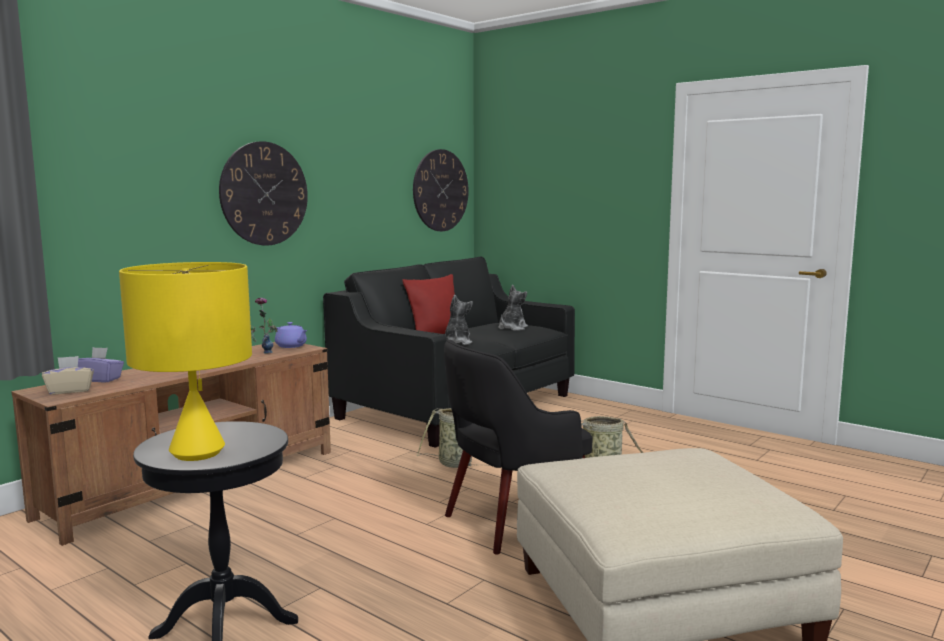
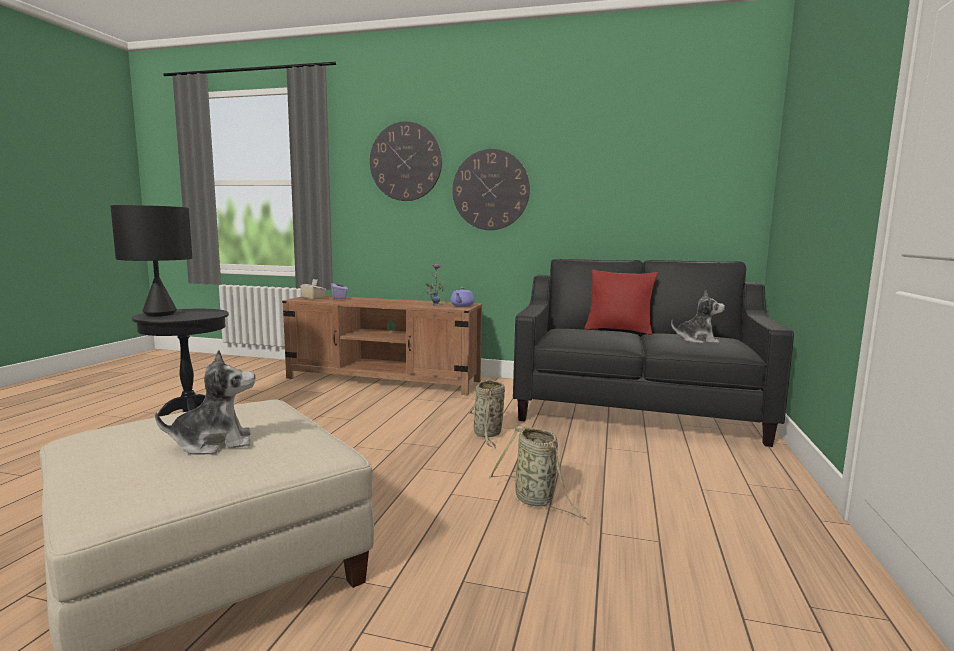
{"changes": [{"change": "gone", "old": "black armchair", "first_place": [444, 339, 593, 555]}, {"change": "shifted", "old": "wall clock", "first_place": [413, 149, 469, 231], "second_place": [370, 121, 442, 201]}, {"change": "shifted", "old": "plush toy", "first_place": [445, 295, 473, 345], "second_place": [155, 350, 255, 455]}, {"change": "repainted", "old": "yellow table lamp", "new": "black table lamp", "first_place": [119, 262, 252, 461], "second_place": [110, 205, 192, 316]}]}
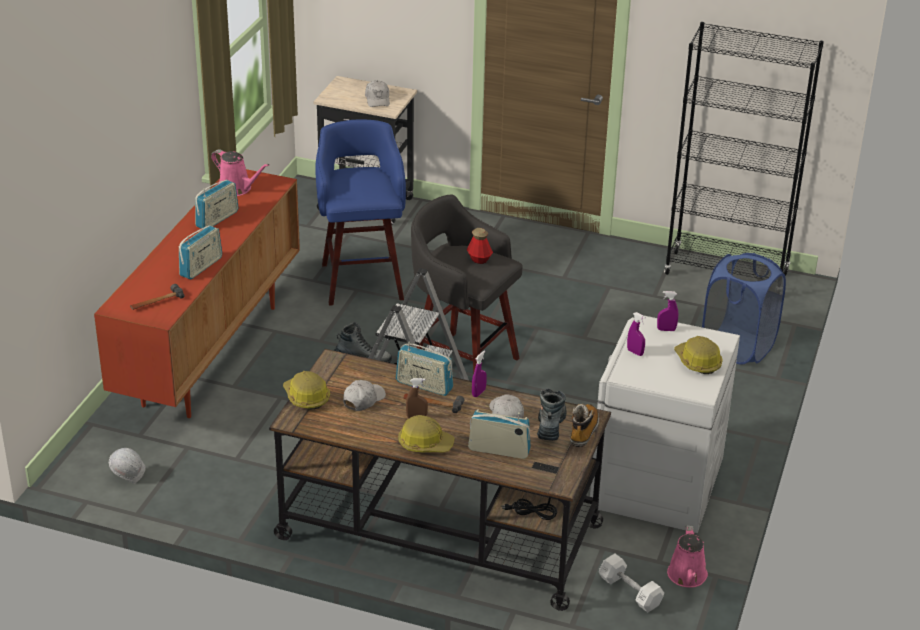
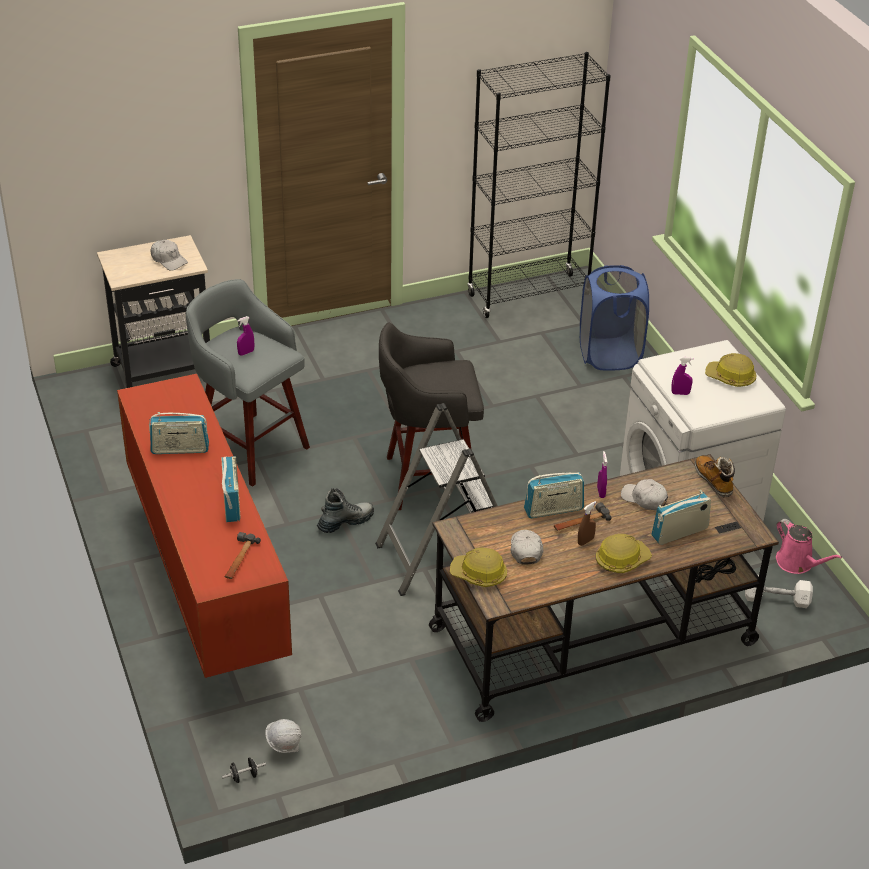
{"changes": [{"change": "gone", "old": "pink watering can", "first_place": [211, 149, 270, 196]}, {"change": "gone", "old": "bottle", "first_place": [467, 228, 493, 264]}, {"change": "gone", "old": "boot", "first_place": [537, 388, 567, 441]}, {"change": "new", "new": "black dumbbell", "second_place": [222, 757, 266, 783]}, {"change": "shifted", "old": "purple spray bottle", "first_place": [657, 291, 678, 331], "second_place": [237, 316, 254, 356]}, {"change": "repainted", "old": "blue stool", "new": "grey stool", "first_place": [315, 119, 406, 306], "second_place": [186, 279, 310, 487]}, {"change": "rotated", "old": "radio", "first_place": [195, 180, 239, 229], "second_place": [149, 412, 209, 454], "degrees": 90}]}
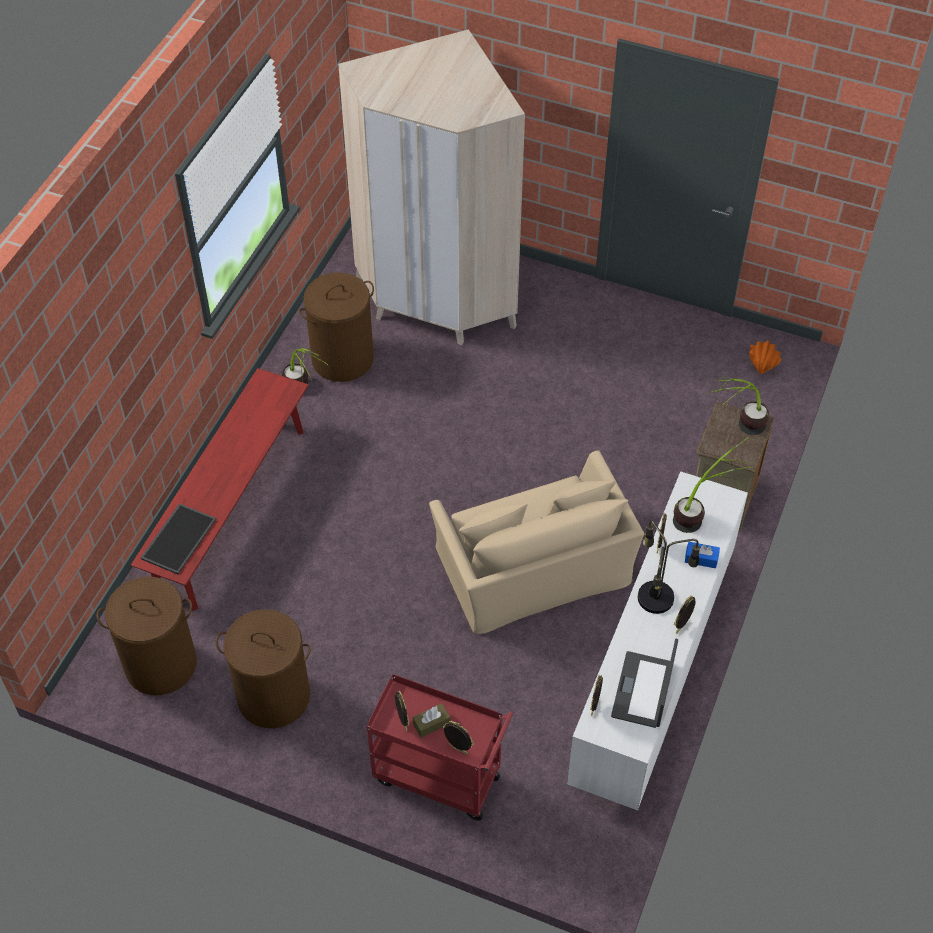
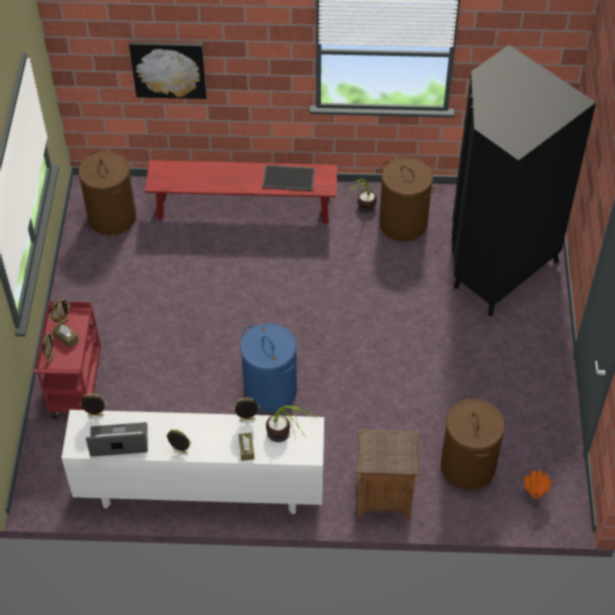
{"changes": [{"change": "gone", "old": "table lamp", "first_place": [638, 520, 700, 614]}, {"change": "gone", "old": "potted plant", "first_place": [707, 377, 769, 435]}, {"change": "new", "new": "picture", "second_place": [129, 42, 207, 99]}, {"change": "shifted", "old": "tray", "first_place": [141, 503, 216, 574], "second_place": [262, 165, 315, 191]}, {"change": "shifted", "old": "brown laundry basket", "first_place": [216, 609, 310, 728], "second_place": [441, 395, 505, 490]}, {"change": "swapped", "old": "beige armchair", "new": "blue laundry basket", "first_place": [429, 450, 644, 634], "second_place": [240, 323, 297, 412]}, {"change": "repainted", "old": "beige wardrobe", "new": "black wardrobe", "first_place": [338, 29, 525, 345], "second_place": [451, 45, 596, 316]}, {"change": "repainted", "old": "blue tissue box", "new": "brown tissue box", "first_place": [685, 542, 720, 568], "second_place": [239, 433, 254, 461]}]}
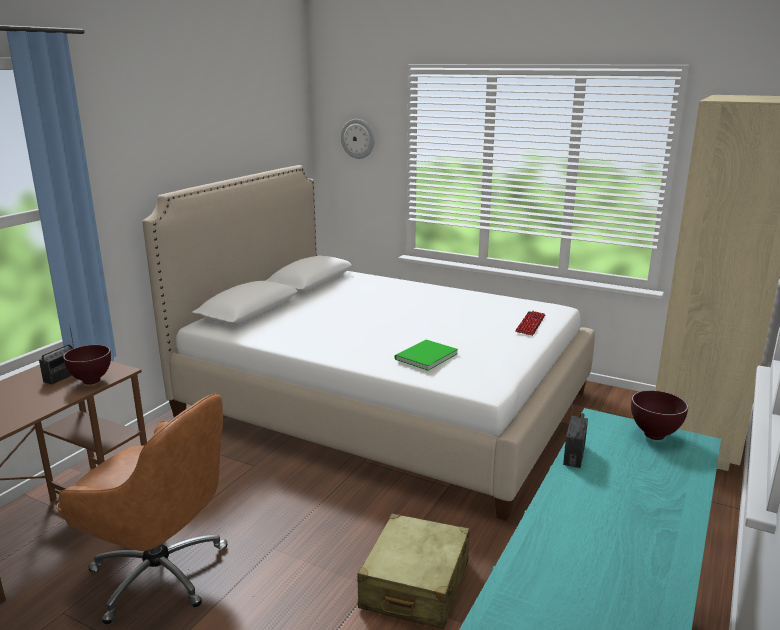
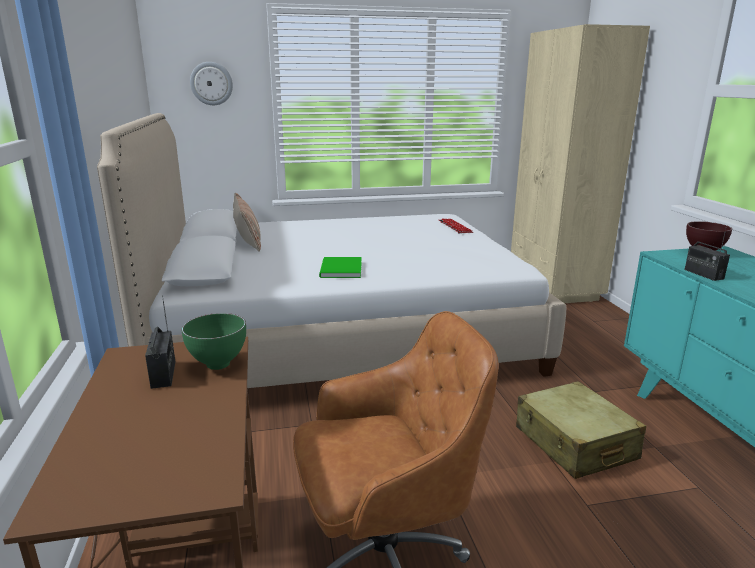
{"changes": [{"change": "new", "new": "pillow", "second_place": [233, 193, 261, 252]}, {"change": "shifted", "old": "green book", "first_place": [395, 339, 458, 371], "second_place": [319, 257, 362, 278]}, {"change": "repainted", "old": "brown bowl", "new": "green bowl", "first_place": [63, 345, 111, 385], "second_place": [182, 313, 246, 370]}]}
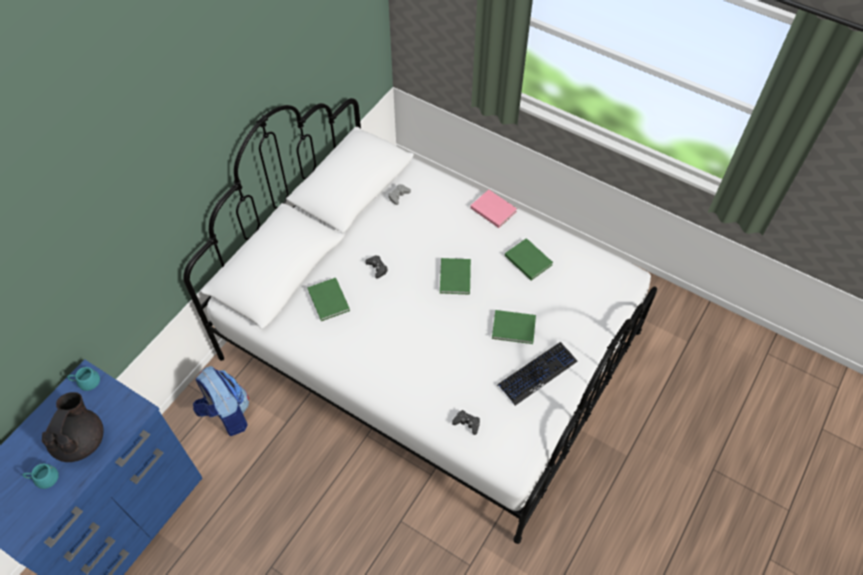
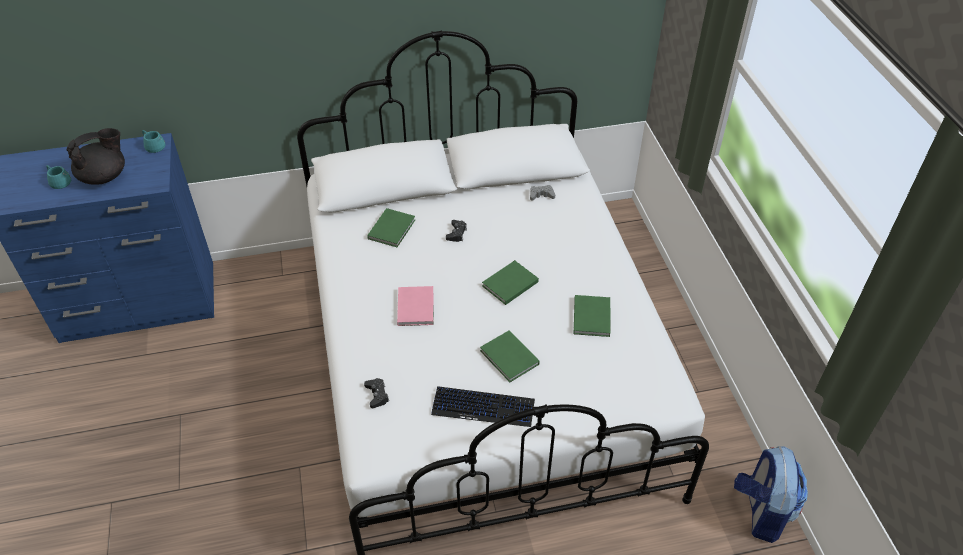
{"changes": [{"change": "shifted", "old": "backpack", "first_place": [193, 366, 249, 436], "second_place": [734, 446, 808, 543]}, {"change": "shifted", "old": "pink book", "first_place": [470, 190, 517, 228], "second_place": [397, 286, 434, 326]}]}
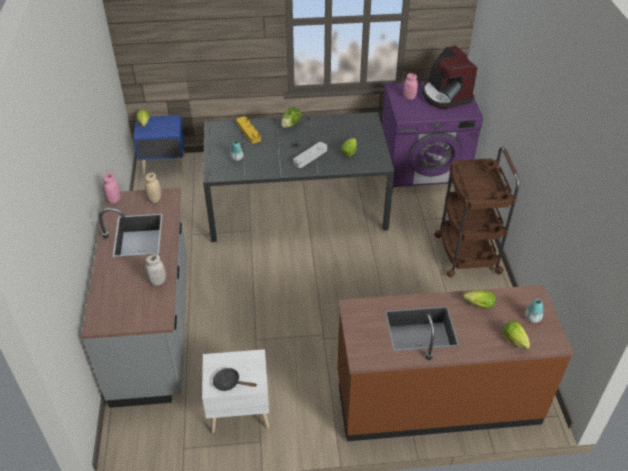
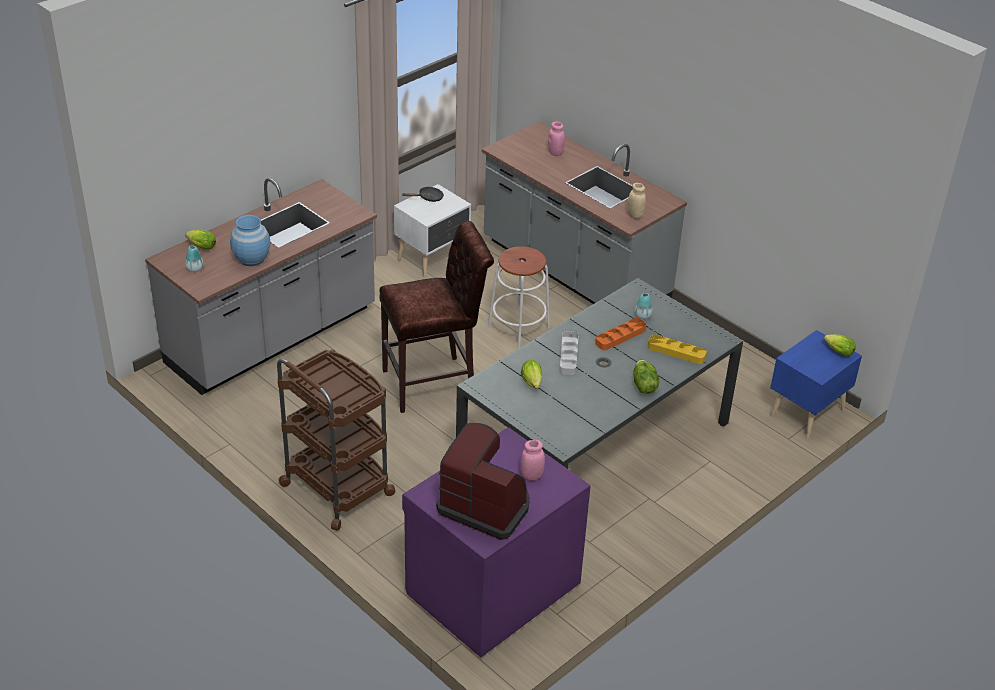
{"changes": [{"change": "gone", "old": "white jar", "first_place": [145, 254, 166, 286]}, {"change": "new", "new": "brown stool", "second_place": [379, 221, 494, 413]}, {"change": "new", "new": "white stool", "second_place": [488, 246, 550, 347]}, {"change": "new", "new": "orange tray", "second_place": [595, 318, 646, 350]}, {"change": "shifted", "old": "pink jar", "first_place": [103, 173, 120, 204], "second_place": [548, 122, 565, 156]}, {"change": "swapped", "old": "lettuce", "new": "blue vase", "first_place": [463, 290, 496, 309], "second_place": [230, 215, 270, 266]}, {"change": "repainted", "old": "brown counter", "new": "grey counter", "first_place": [337, 285, 574, 441], "second_place": [145, 178, 377, 395]}]}
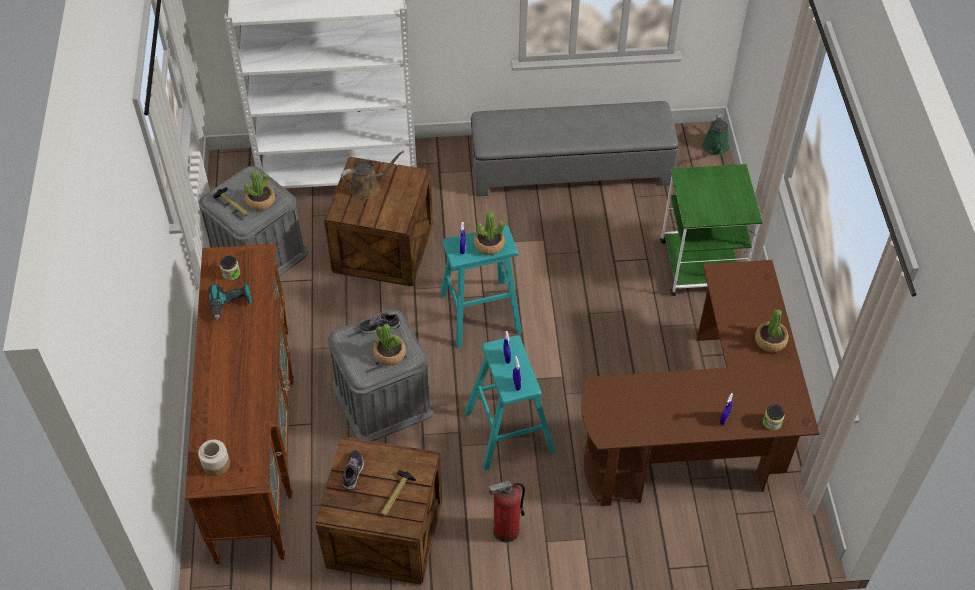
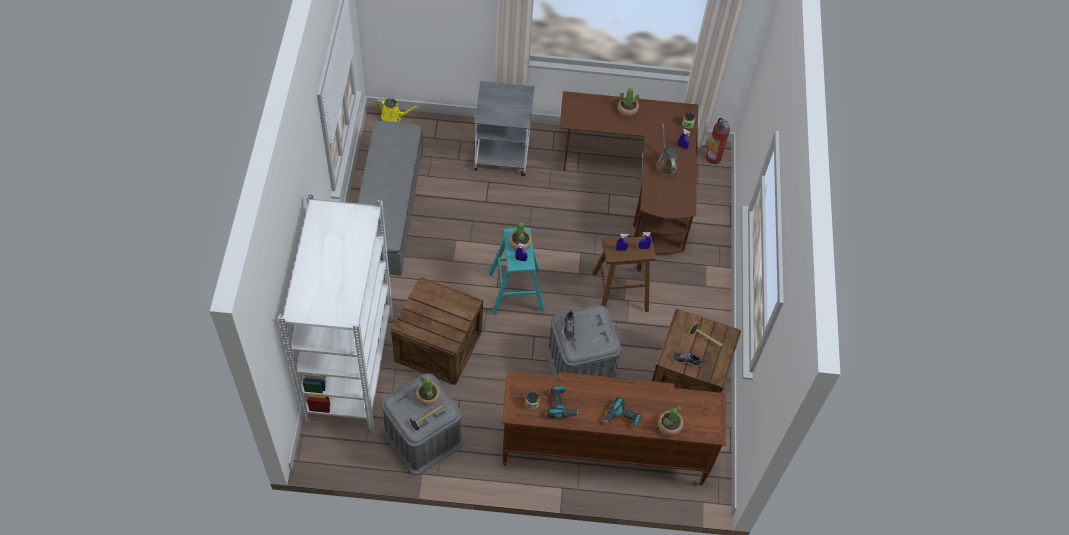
{"changes": [{"change": "gone", "old": "jar", "first_place": [198, 440, 230, 476]}, {"change": "new", "new": "power drill", "second_place": [604, 397, 642, 428]}, {"change": "shifted", "old": "brown watering can", "first_place": [341, 151, 404, 199], "second_place": [656, 124, 678, 175]}, {"change": "shifted", "old": "potted plant", "first_place": [373, 324, 406, 365], "second_place": [658, 407, 683, 436]}, {"change": "shifted", "old": "fire extinguisher", "first_place": [489, 480, 525, 543], "second_place": [706, 118, 730, 164]}, {"change": "repainted", "old": "turquoise stool", "new": "brown stool", "first_place": [465, 335, 556, 470], "second_place": [593, 236, 656, 312]}, {"change": "repainted", "old": "green cart", "new": "grey cart", "first_place": [660, 164, 763, 296], "second_place": [474, 81, 534, 176]}, {"change": "repainted", "old": "green watering can", "new": "yellow watering can", "first_place": [703, 114, 730, 155], "second_place": [375, 98, 419, 122]}]}
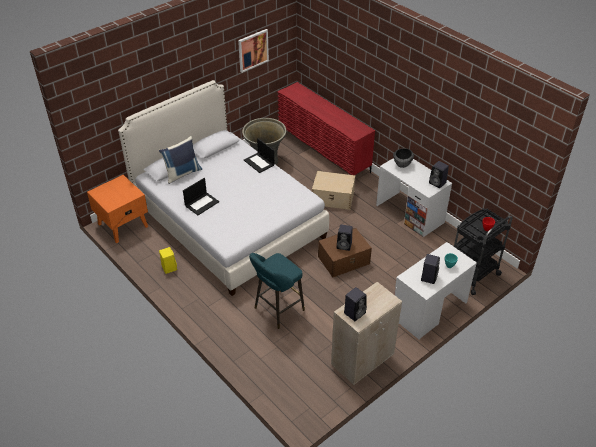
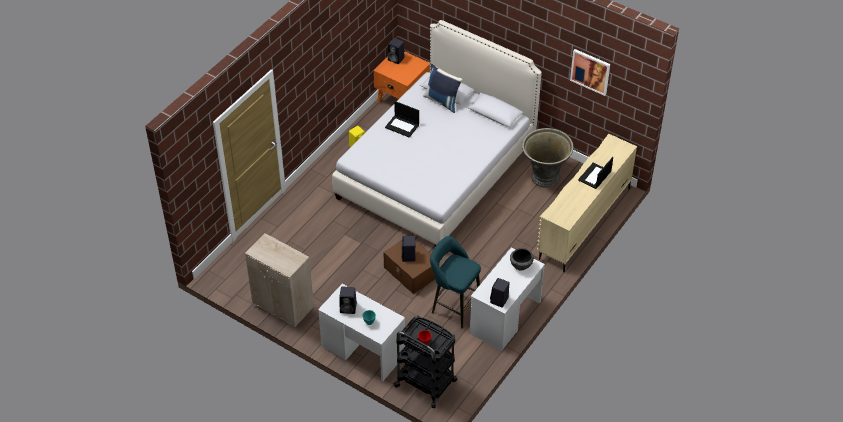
{"changes": [{"change": "gone", "old": "beige storage box", "first_place": [312, 171, 355, 210]}, {"change": "shifted", "old": "laptop", "first_place": [244, 138, 274, 173], "second_place": [578, 157, 613, 189]}, {"change": "shifted", "old": "turquoise stool", "first_place": [249, 253, 305, 329], "second_place": [430, 236, 481, 328]}, {"change": "shifted", "old": "black speaker", "first_place": [344, 287, 367, 321], "second_place": [388, 38, 405, 64]}, {"change": "repainted", "old": "red dresser", "new": "beige dresser", "first_place": [277, 82, 375, 175], "second_place": [537, 134, 637, 272]}]}
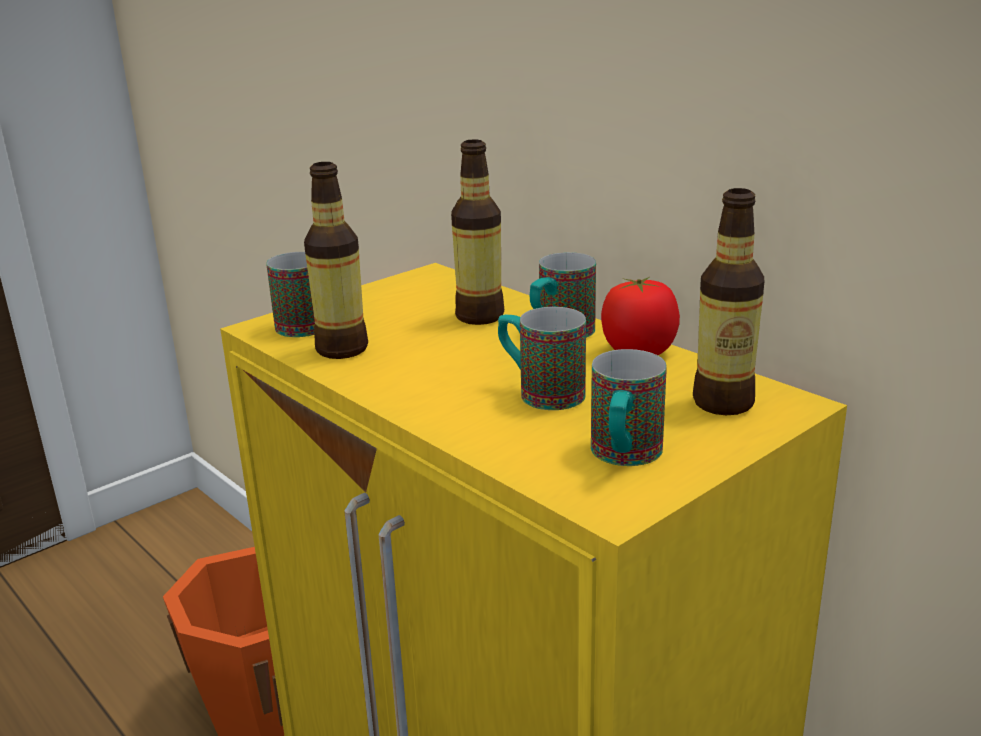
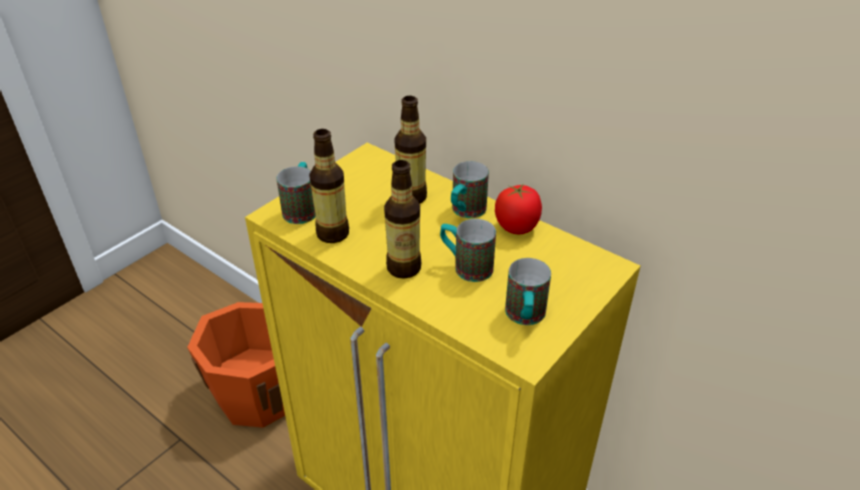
{"changes": [{"change": "shifted", "old": "bottle", "first_place": [693, 188, 764, 415], "second_place": [384, 160, 421, 279]}]}
